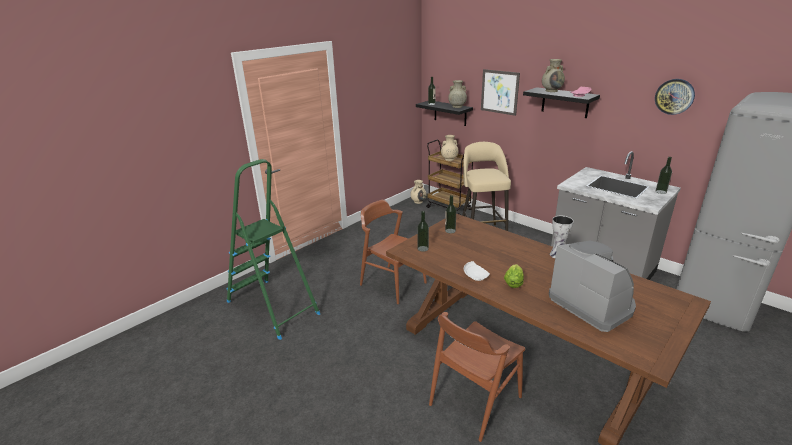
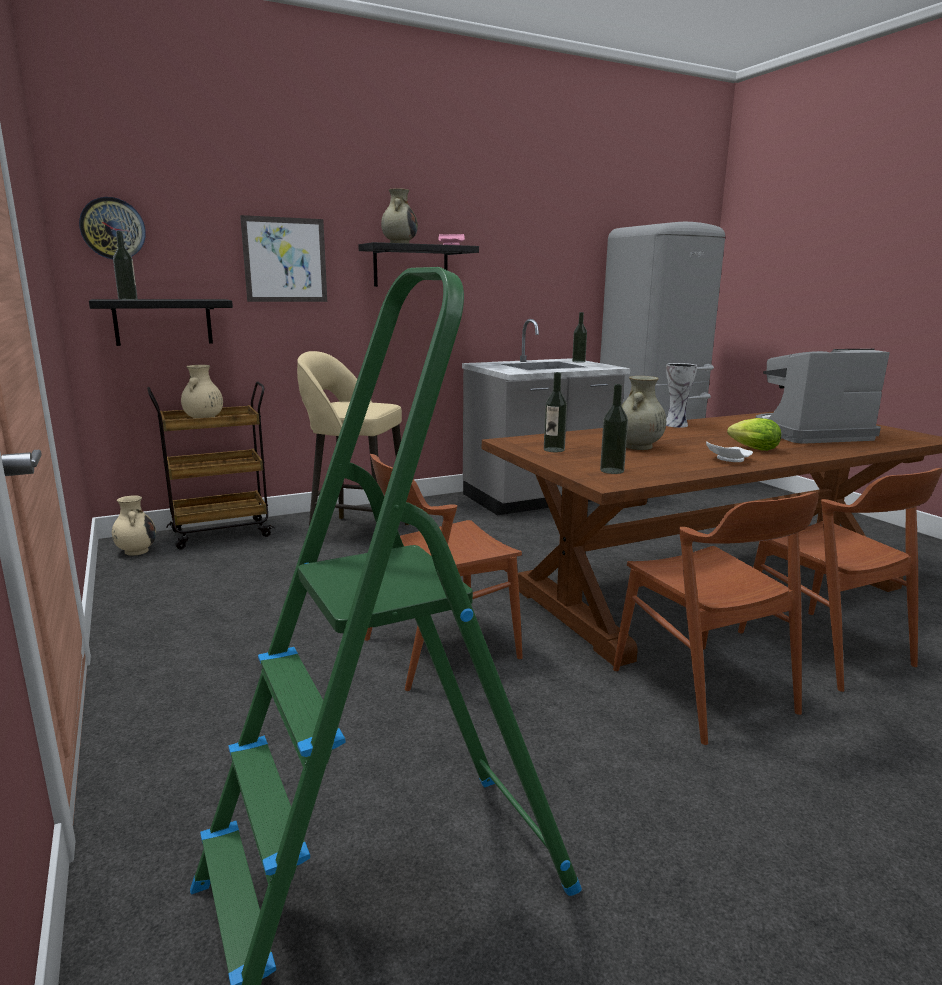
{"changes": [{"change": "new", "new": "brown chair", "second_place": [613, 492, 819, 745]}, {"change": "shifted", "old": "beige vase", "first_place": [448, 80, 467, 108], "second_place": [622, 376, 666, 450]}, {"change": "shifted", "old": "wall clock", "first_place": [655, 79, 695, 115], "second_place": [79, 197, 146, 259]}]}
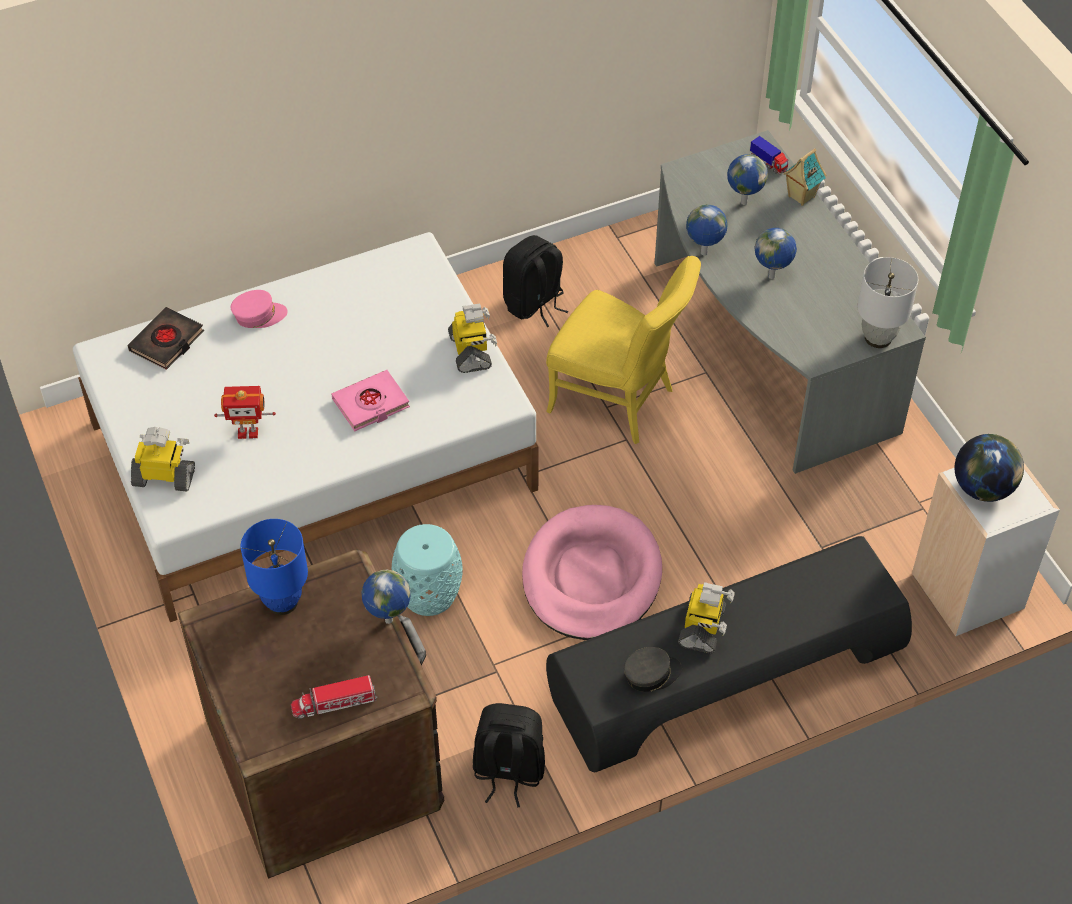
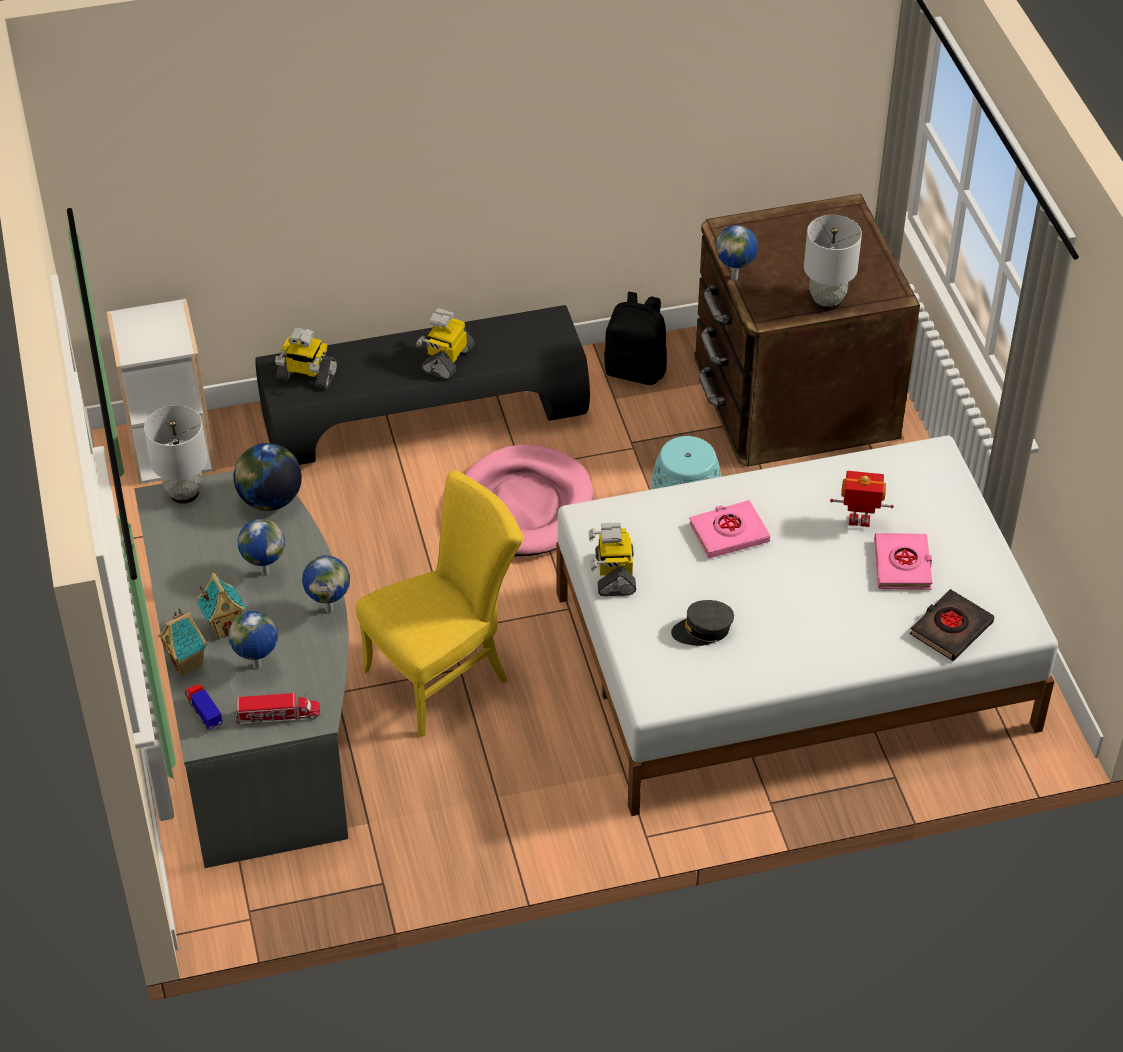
{"changes": [{"change": "gone", "old": "pink cap", "first_place": [231, 290, 288, 328]}, {"change": "gone", "old": "black backpack", "first_place": [503, 235, 568, 327]}, {"change": "new", "new": "toy house", "second_place": [197, 573, 246, 639]}, {"change": "new", "new": "pink book", "second_place": [874, 533, 933, 590]}, {"change": "shifted", "old": "toy robot", "first_place": [131, 427, 195, 491], "second_place": [275, 327, 338, 389]}, {"change": "shifted", "old": "toy truck", "first_place": [291, 675, 377, 719], "second_place": [235, 693, 320, 724]}, {"change": "shifted", "old": "grey cap", "first_place": [624, 647, 682, 692], "second_place": [671, 600, 734, 646]}, {"change": "shifted", "old": "globe", "first_place": [955, 434, 1024, 502], "second_place": [233, 443, 302, 511]}, {"change": "repainted", "old": "blue table lamp", "new": "white table lamp", "first_place": [241, 519, 308, 615], "second_place": [804, 215, 862, 310]}, {"change": "rotated", "old": "yellow chair", "first_place": [546, 256, 701, 444], "second_place": [356, 470, 524, 737], "degrees": 105}]}
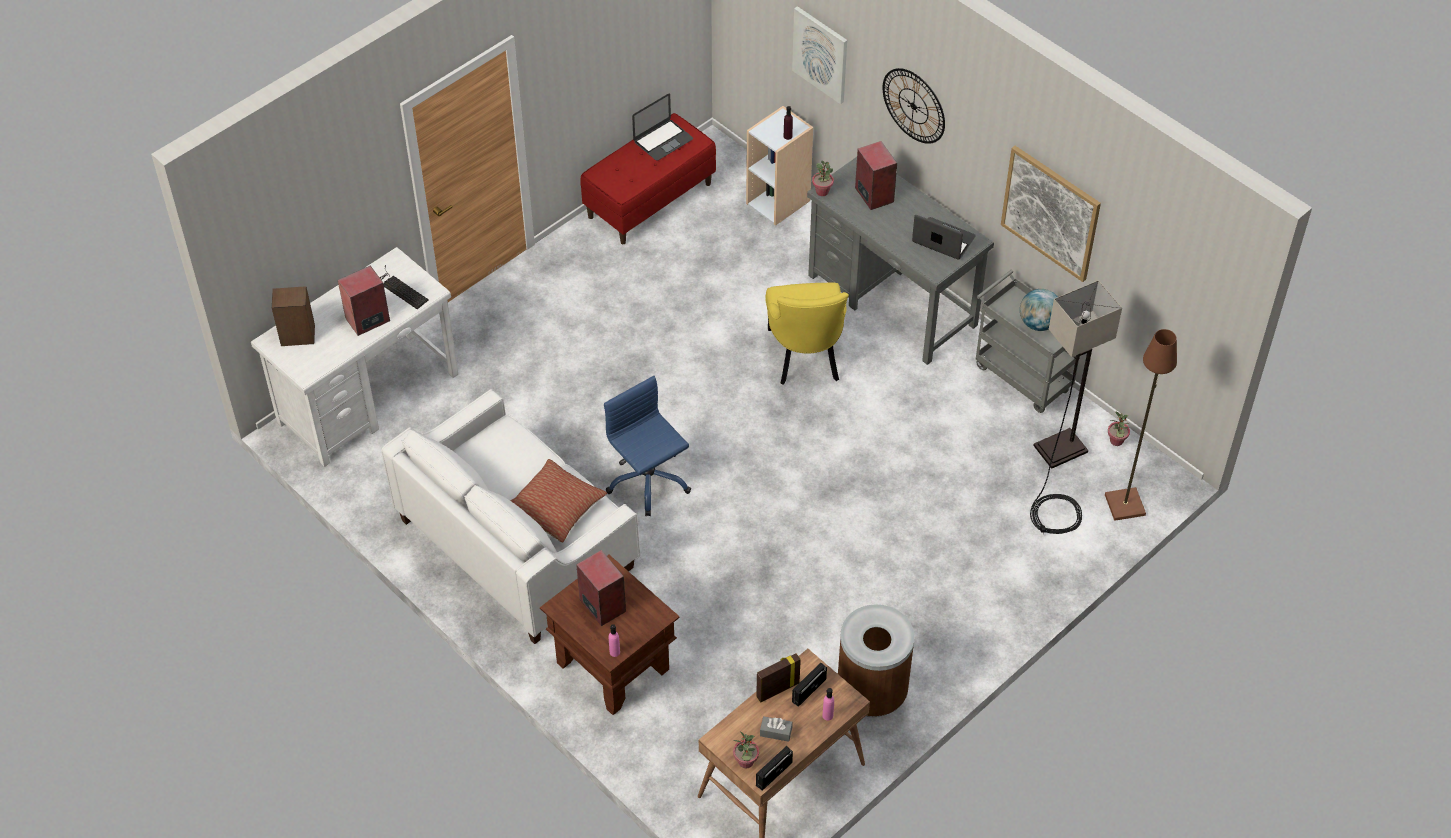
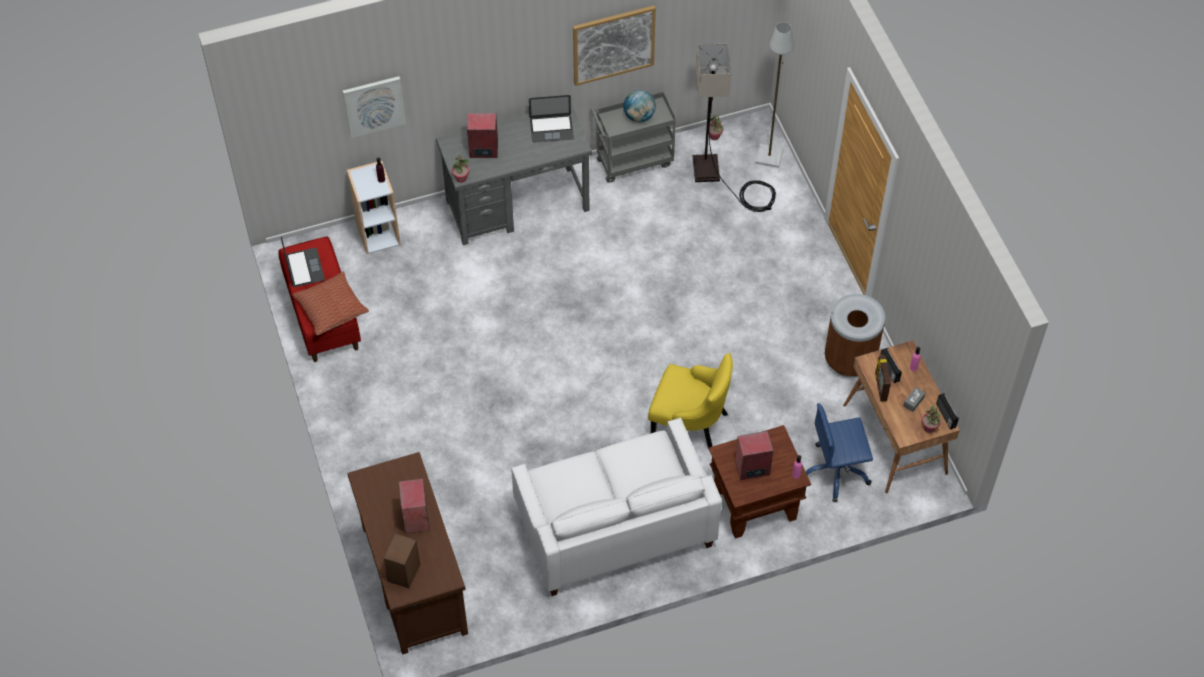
{"changes": [{"change": "gone", "old": "keyboard", "first_place": [380, 265, 429, 309]}, {"change": "gone", "old": "wall clock", "first_place": [883, 68, 945, 144]}, {"change": "shifted", "old": "pillow", "first_place": [510, 459, 607, 543], "second_place": [292, 272, 369, 335]}, {"change": "shifted", "old": "blue office chair", "first_place": [604, 376, 691, 516], "second_place": [805, 403, 873, 502]}, {"change": "shifted", "old": "yellow chair", "first_place": [765, 283, 849, 385], "second_place": [648, 353, 733, 449]}, {"change": "repainted", "old": "white desk", "new": "brown desk", "first_place": [251, 247, 458, 467], "second_place": [348, 452, 468, 654]}, {"change": "repainted", "old": "brown floor lamp", "new": "grey floor lamp", "first_place": [1105, 329, 1177, 521], "second_place": [755, 22, 794, 168]}, {"change": "rotated", "old": "laptop", "first_place": [912, 215, 976, 260], "second_place": [529, 95, 574, 143], "degrees": -150}]}
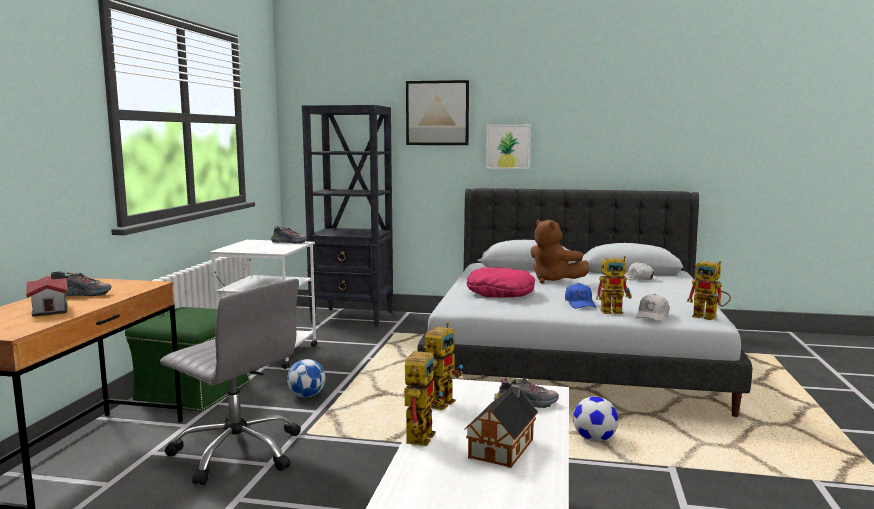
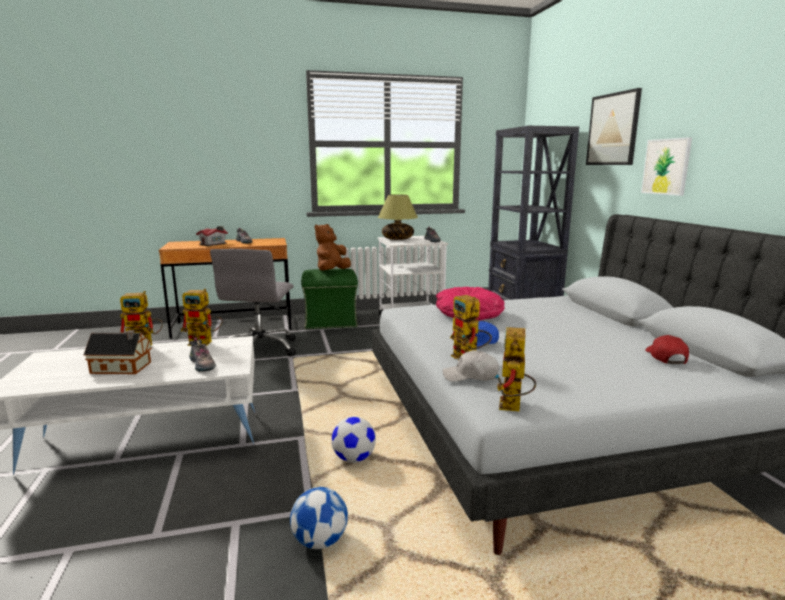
{"changes": [{"change": "new", "new": "table lamp", "second_place": [378, 194, 418, 240]}, {"change": "shifted", "old": "football", "first_place": [287, 359, 326, 398], "second_place": [290, 487, 348, 549]}, {"change": "shifted", "old": "brown plush toy", "first_place": [530, 219, 589, 284], "second_place": [315, 224, 351, 270]}, {"change": "repainted", "old": "white cap", "new": "red cap", "first_place": [624, 262, 654, 280], "second_place": [645, 335, 689, 364]}]}
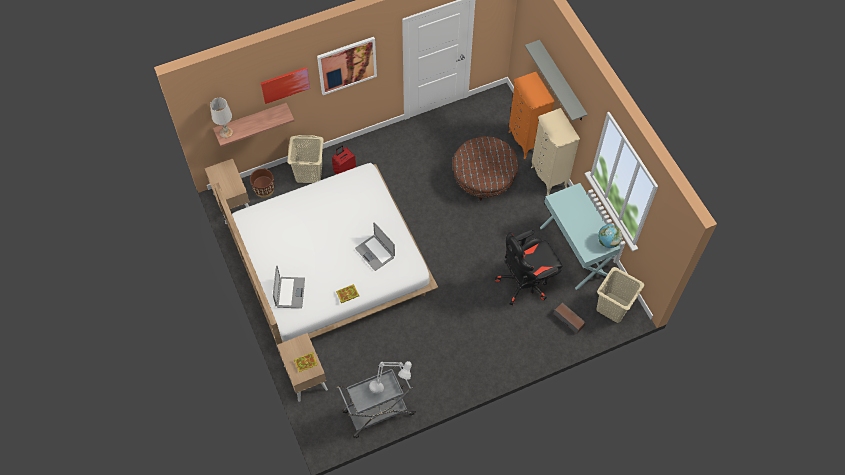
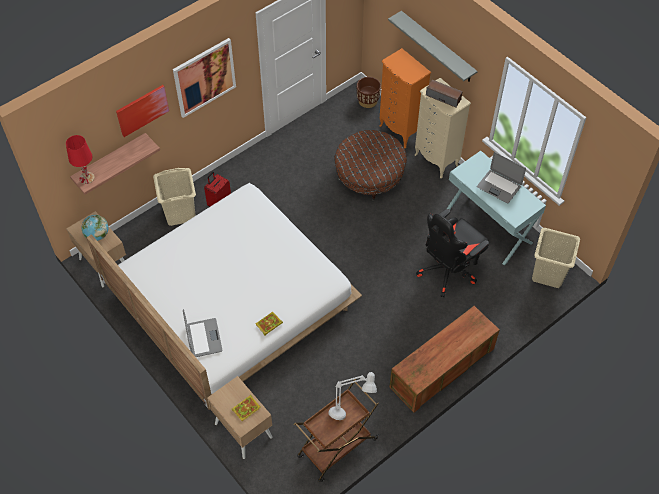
{"changes": [{"change": "new", "new": "brown bench", "second_place": [390, 306, 500, 413]}, {"change": "shifted", "old": "brown planter", "first_place": [250, 168, 275, 198], "second_place": [357, 77, 381, 108]}, {"change": "shifted", "old": "laptop", "first_place": [355, 222, 395, 271], "second_place": [477, 152, 526, 203]}, {"change": "shifted", "old": "speaker", "first_place": [553, 303, 585, 334], "second_place": [426, 80, 463, 107]}, {"change": "shifted", "old": "globe", "first_place": [598, 224, 622, 248], "second_place": [82, 215, 108, 241]}, {"change": "repainted", "old": "white table lamp", "new": "red table lamp", "first_place": [210, 98, 233, 138], "second_place": [66, 135, 95, 184]}, {"change": "repainted", "old": "grey cart", "new": "brown cart", "first_place": [337, 364, 416, 438], "second_place": [293, 379, 379, 482]}]}
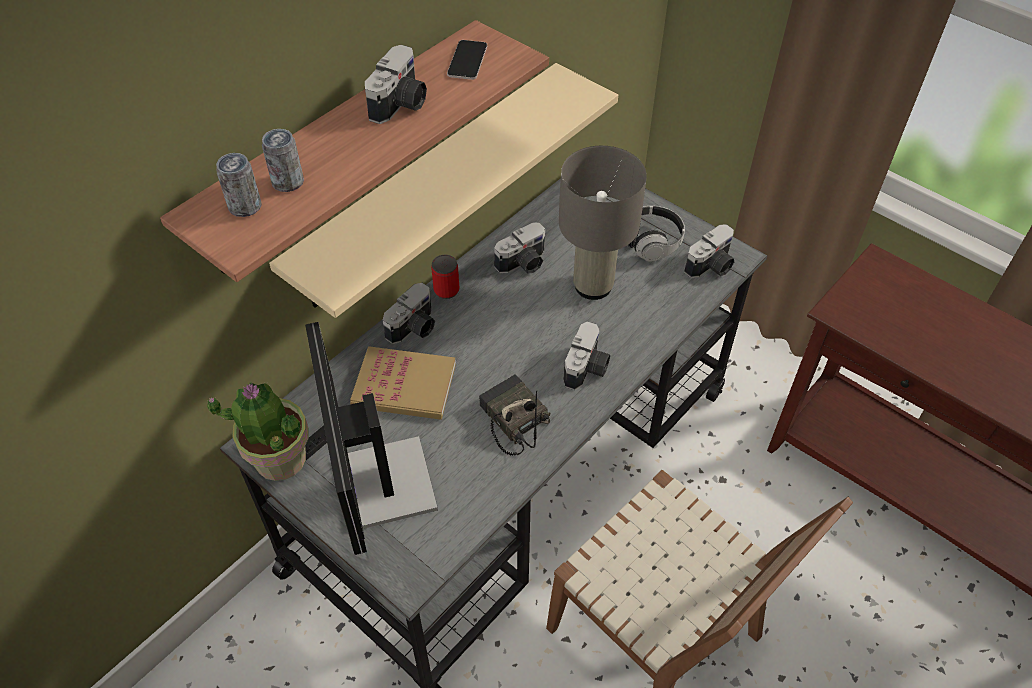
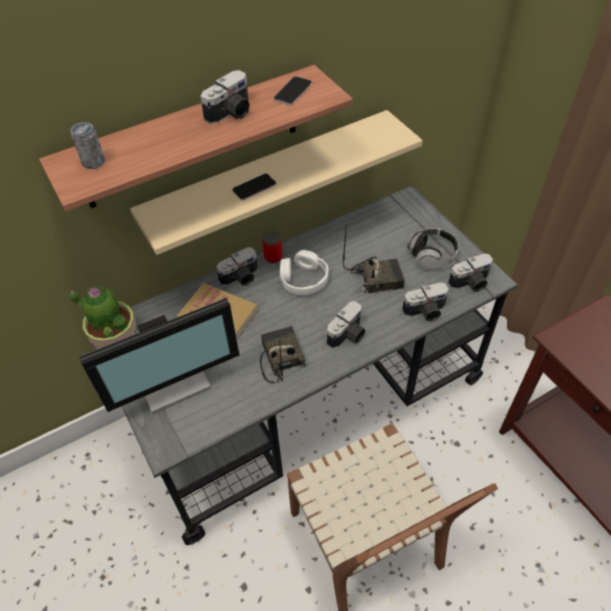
{"changes": [{"change": "gone", "old": "can", "first_place": [262, 129, 304, 192]}, {"change": "new", "new": "phone", "second_place": [232, 173, 276, 200]}, {"change": "new", "new": "white headphones", "second_place": [280, 250, 329, 295]}, {"change": "shifted", "old": "photo camera", "first_place": [494, 223, 545, 274], "second_place": [402, 282, 449, 321]}, {"change": "swapped", "old": "grey table lamp", "new": "radio", "first_place": [559, 146, 647, 300], "second_place": [343, 225, 405, 293]}, {"change": "rotated", "old": "monitor", "first_place": [305, 322, 438, 555], "second_place": [79, 298, 239, 414], "degrees": -120}]}
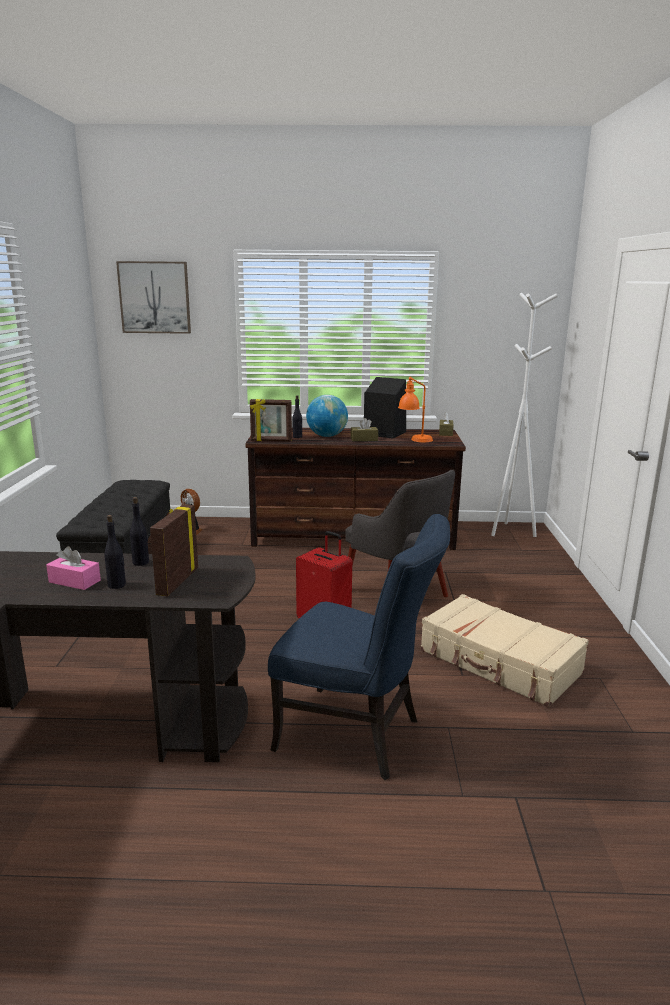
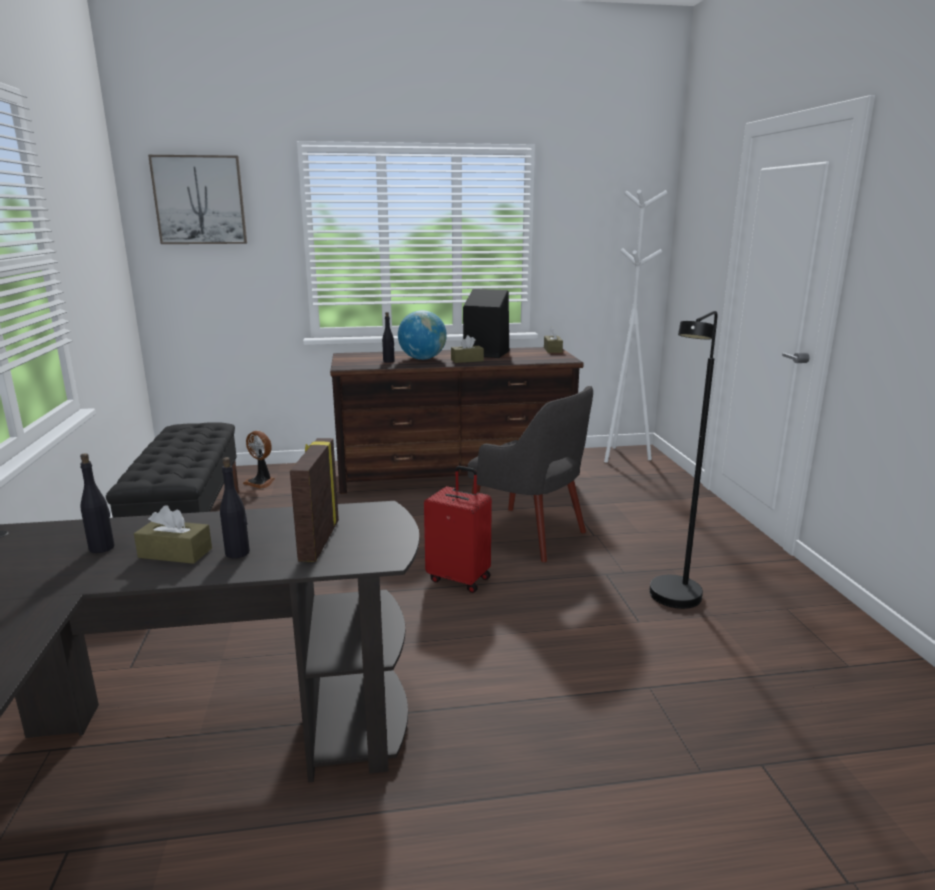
{"changes": [{"change": "gone", "old": "picture frame", "first_place": [250, 399, 292, 441]}, {"change": "gone", "old": "blue chair", "first_place": [268, 514, 450, 780]}, {"change": "gone", "old": "orange table lamp", "first_place": [398, 377, 433, 442]}, {"change": "shifted", "old": "black bottle", "first_place": [130, 497, 149, 566], "second_place": [80, 453, 115, 553]}, {"change": "swapped", "old": "beige suitcase", "new": "black floor lamp", "first_place": [420, 594, 589, 707], "second_place": [649, 311, 717, 609]}, {"change": "repainted", "old": "pink tissue box", "new": "brown tissue box", "first_place": [46, 546, 101, 590], "second_place": [134, 505, 212, 564]}]}
